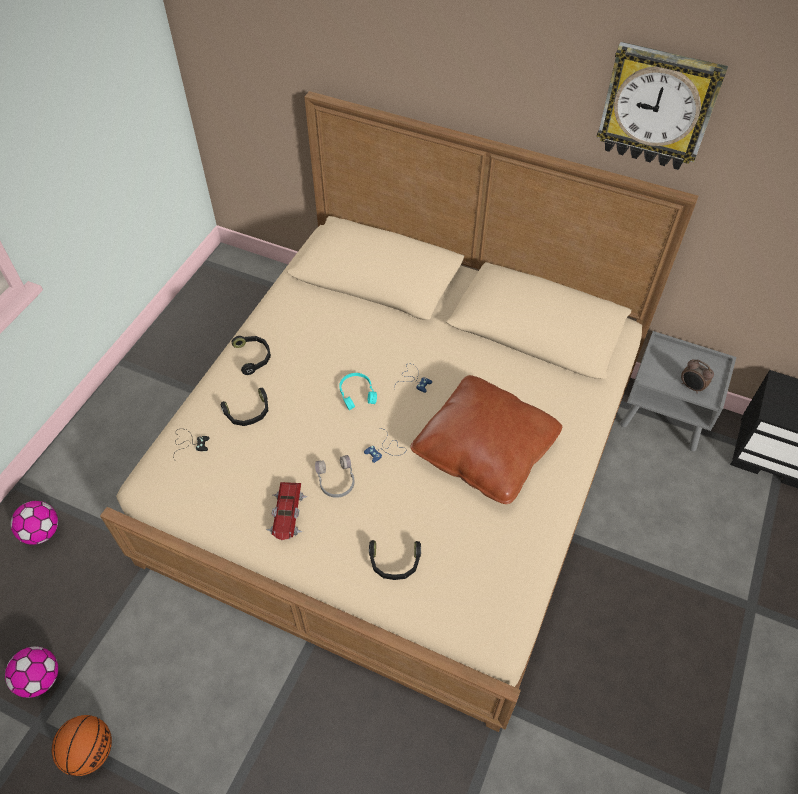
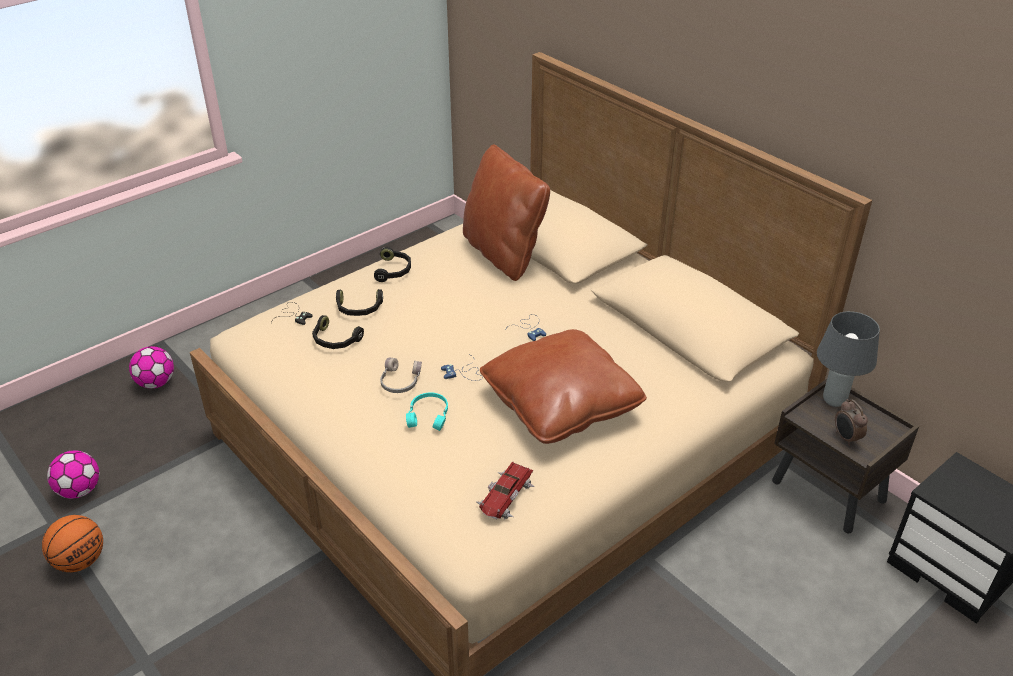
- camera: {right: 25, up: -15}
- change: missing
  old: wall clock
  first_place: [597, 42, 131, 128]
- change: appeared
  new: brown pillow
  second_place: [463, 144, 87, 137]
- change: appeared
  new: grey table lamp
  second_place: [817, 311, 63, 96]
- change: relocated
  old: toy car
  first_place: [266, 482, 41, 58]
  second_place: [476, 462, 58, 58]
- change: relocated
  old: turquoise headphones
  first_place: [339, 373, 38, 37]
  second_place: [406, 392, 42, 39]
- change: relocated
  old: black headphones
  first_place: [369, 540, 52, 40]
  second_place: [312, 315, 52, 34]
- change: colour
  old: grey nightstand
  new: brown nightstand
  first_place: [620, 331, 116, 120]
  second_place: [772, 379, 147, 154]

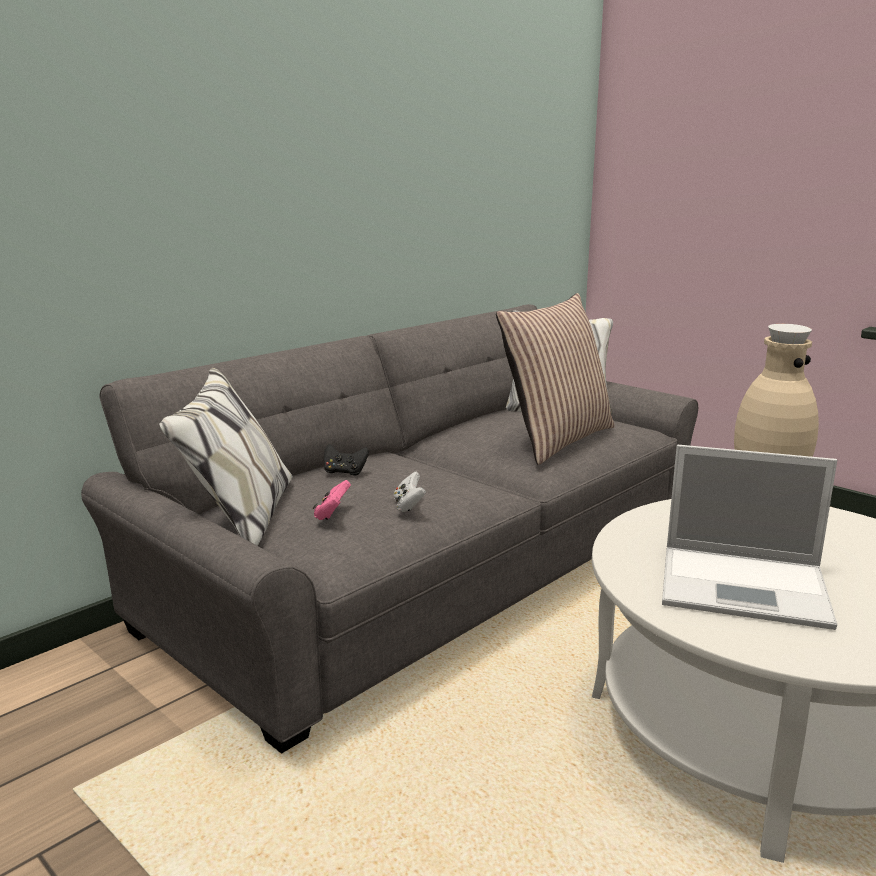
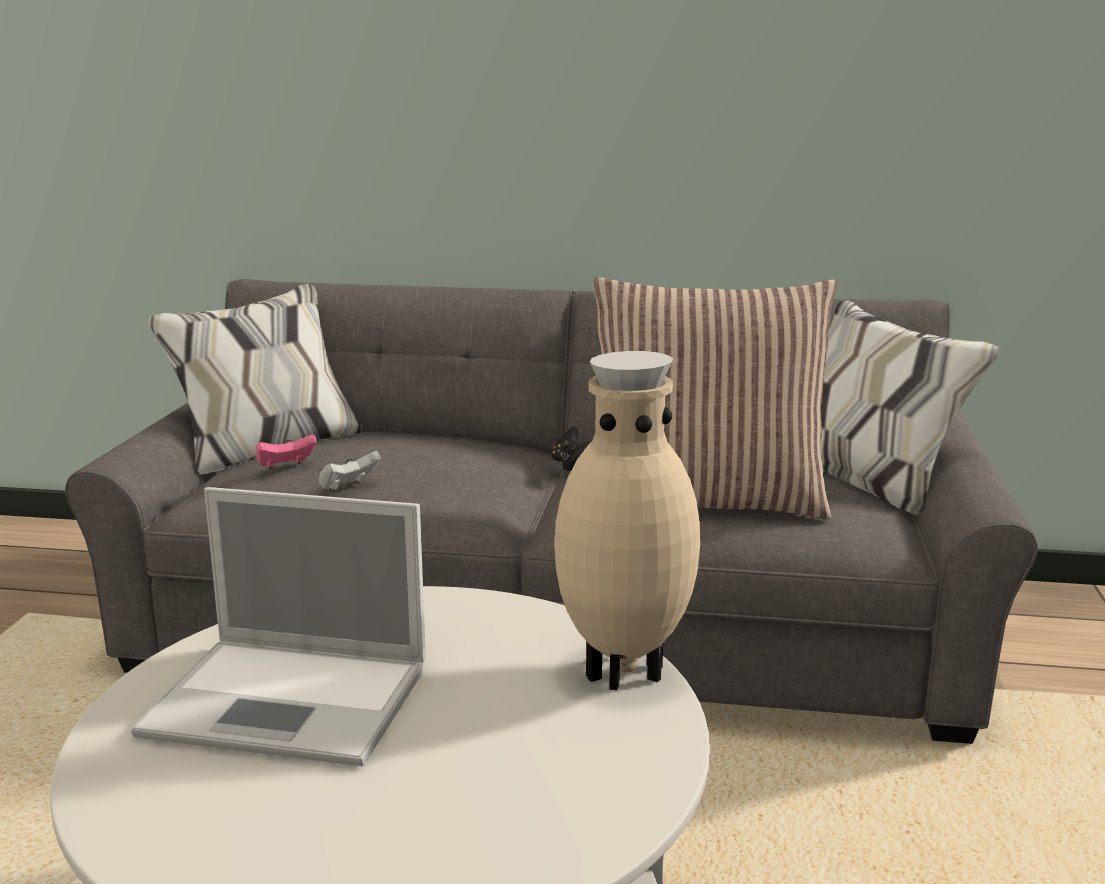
- camera: {right: 55, up: 0}
- change: relocated
  old: black game controller
  first_place: [324, 444, 45, 32]
  second_place: [551, 427, 41, 44]
- change: spun
  old: laptop
  first_place: [662, 445, 175, 185]
  second_place: [131, 487, 295, 279]
  degrees: -60

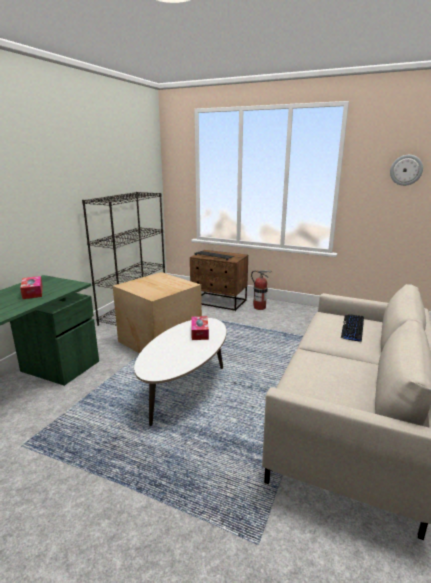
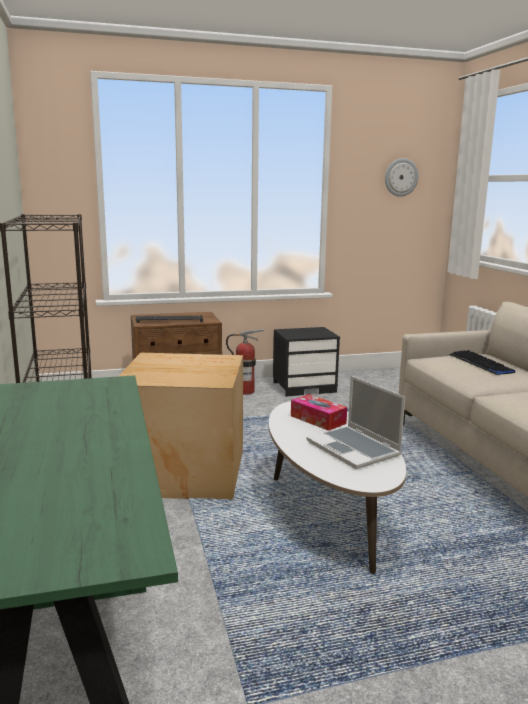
- camera: {right: -40, up: -5}
- change: missing
  old: tissue box
  first_place: [20, 276, 23, 23]
- change: appeared
  new: black nightstand
  second_place: [273, 327, 67, 69]
- change: appeared
  new: laptop
  second_place: [306, 376, 99, 93]

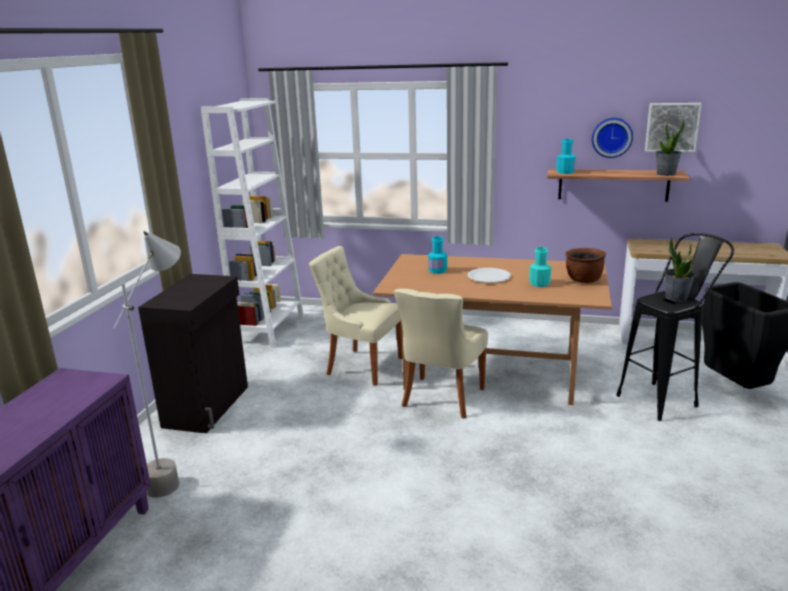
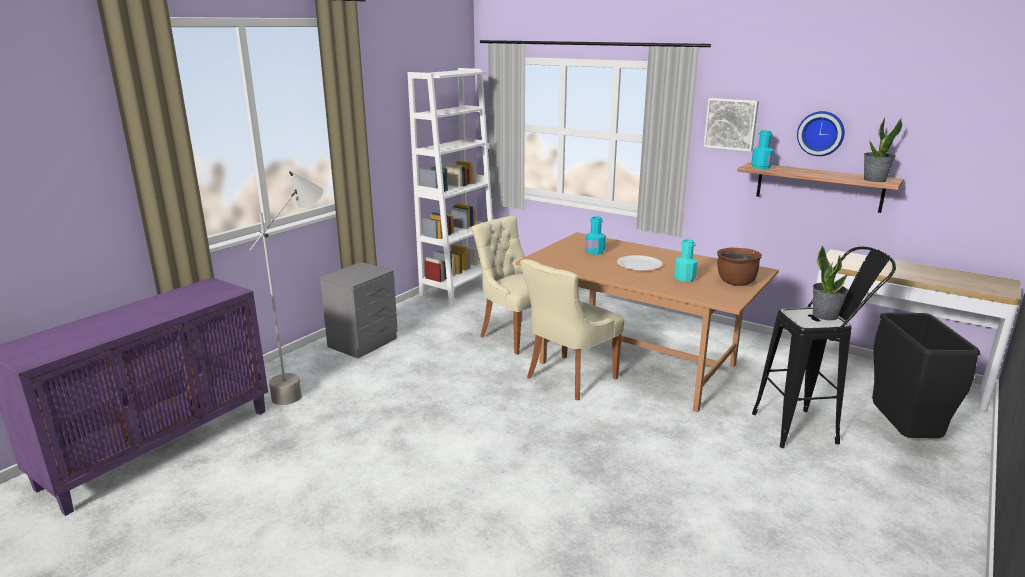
- camera: {right: 20, up: 0}
- change: relocated
  old: picture
  first_place: [645, 103, 57, 49]
  second_place: [704, 98, 55, 54]
- change: exchanged
  old: black cabinet
  new: grey nightstand
  first_place: [138, 274, 110, 159]
  second_place: [320, 262, 78, 96]

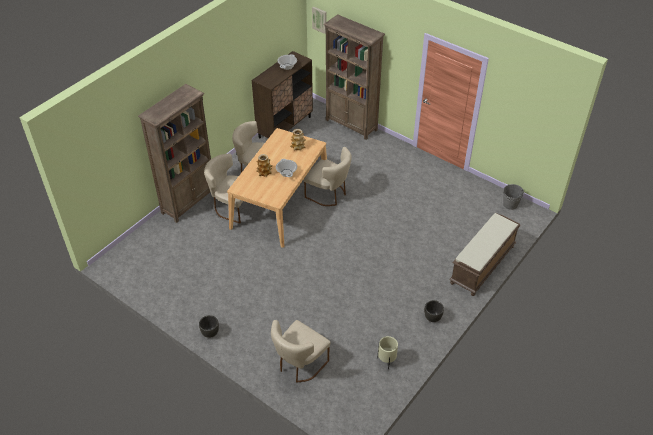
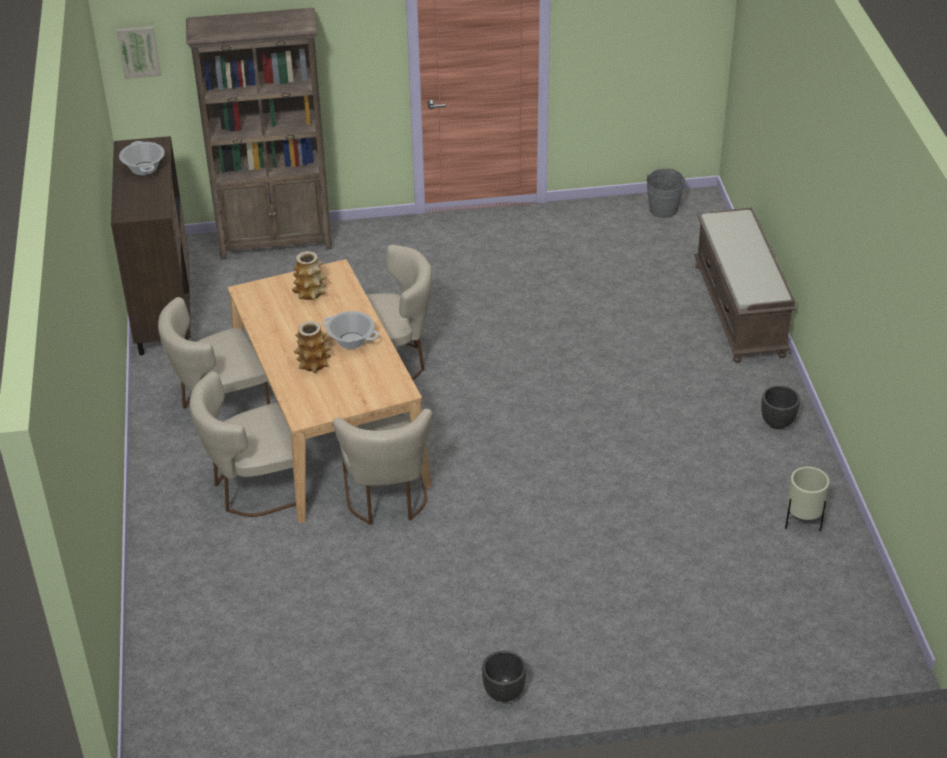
- camera: {right: -45, up: -5}
- change: missing
  old: brown bookcase
  first_place: [138, 84, 73, 139]
- change: relocated
  old: beige chair
  first_place: [271, 320, 59, 63]
  second_place: [333, 409, 99, 116]

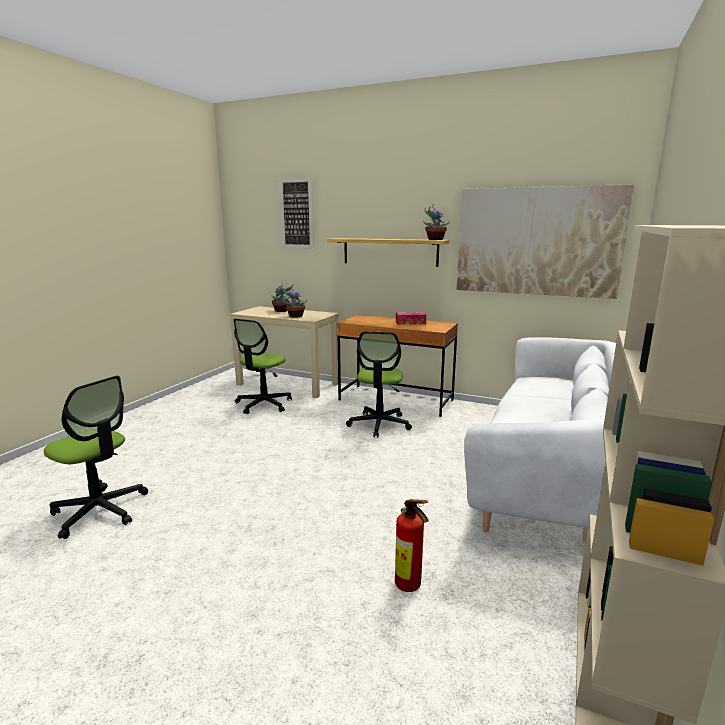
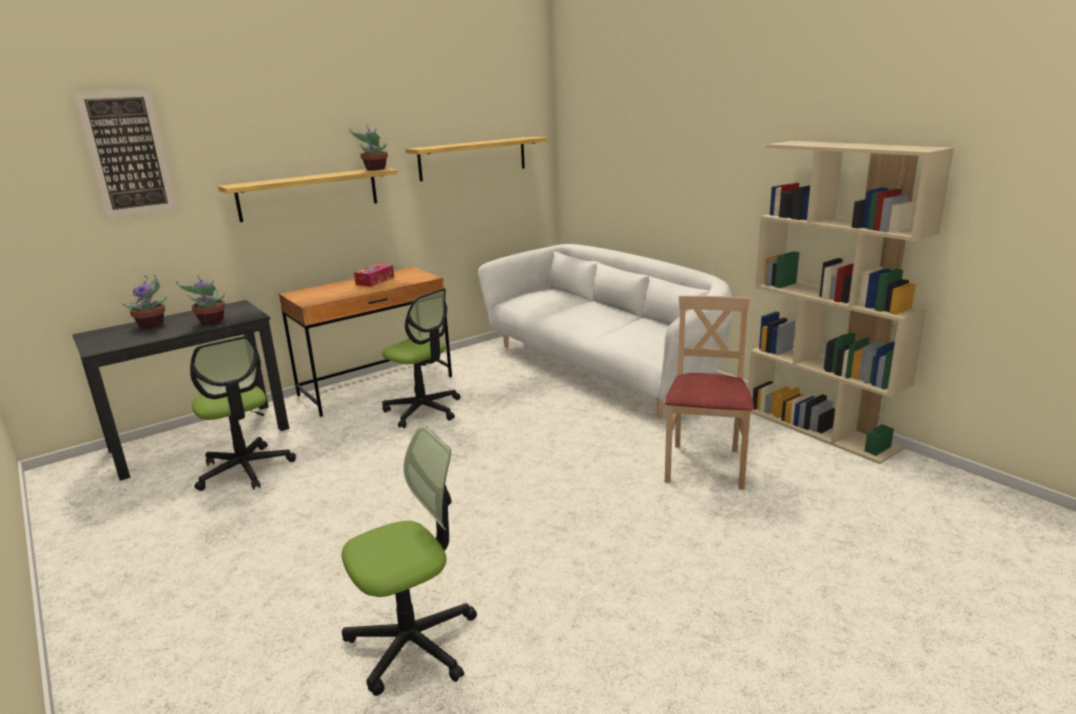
- camera: {right: -60, up: 5}
- change: exchanged
  old: fire extinguisher
  new: beige chair
  first_place: [395, 499, 34, 93]
  second_place: [665, 296, 89, 194]
- change: exchanged
  old: picture
  new: shelf
  first_place: [457, 185, 177, 114]
  second_place: [406, 137, 142, 44]
- change: colour
  old: beige desk
  new: black desk
  first_place: [230, 306, 109, 92]
  second_place: [72, 300, 217, 181]

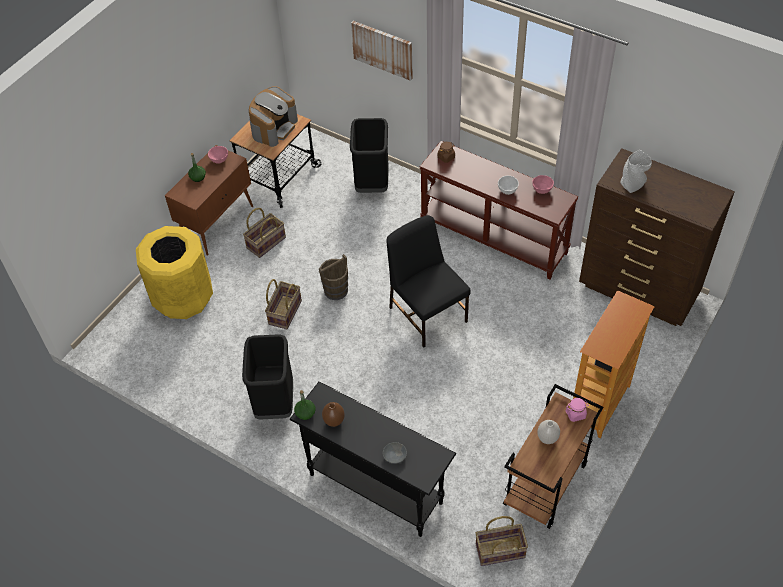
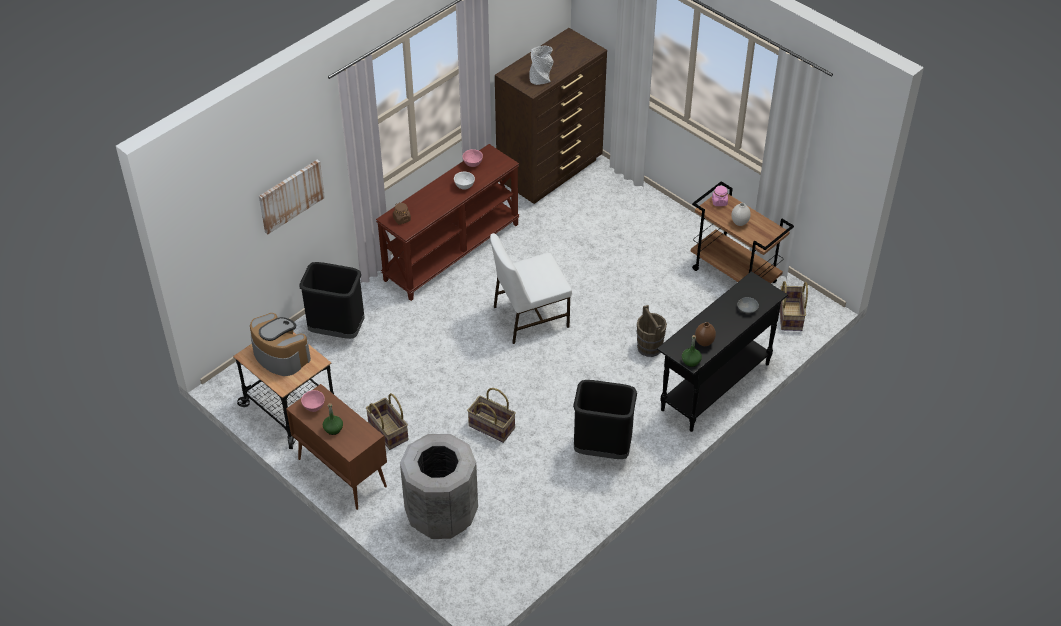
- camera: {right: -80, up: -5}
- change: missing
  old: bookcase
  first_place: [573, 290, 82, 148]
- change: relocated
  old: brown bucket
  first_place: [319, 254, 29, 46]
  second_place: [637, 305, 30, 52]
- change: colour
  old: yellow trash can
  new: grey trash can
  first_place: [136, 226, 77, 93]
  second_place: [400, 434, 78, 105]
- change: colour
  old: black chair
  new: white chair
  first_place: [386, 215, 84, 133]
  second_place: [490, 233, 82, 111]

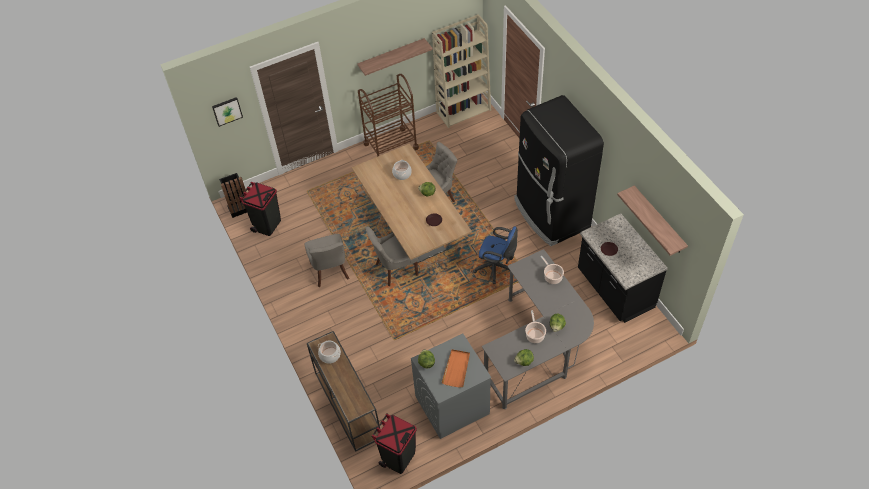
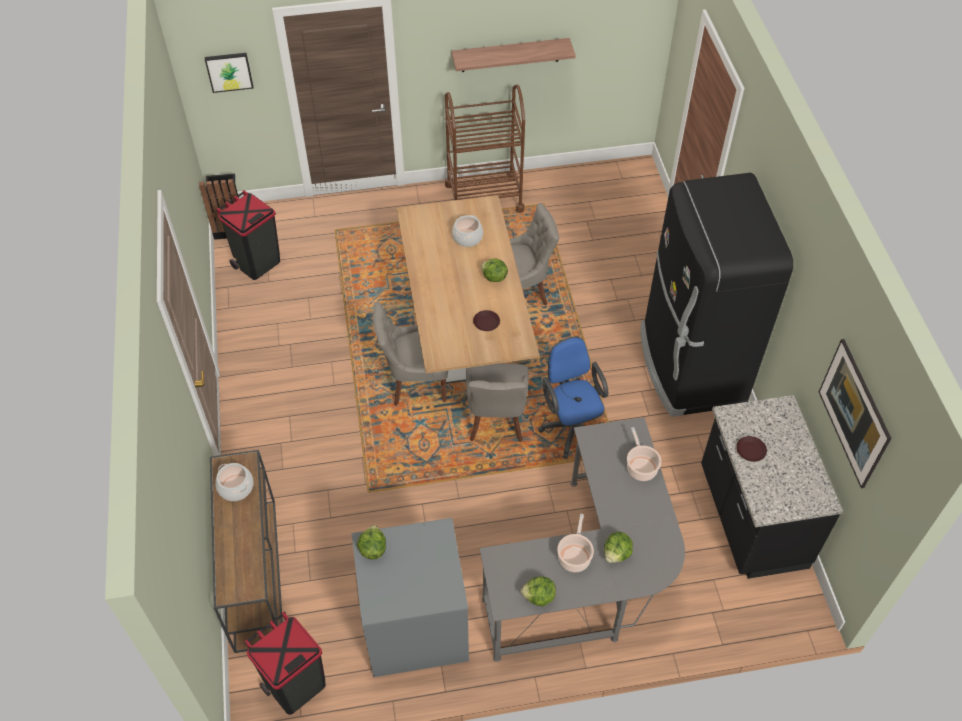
- camera: {right: 15, up: 0}
- change: missing
  old: beige bookcase
  first_place: [432, 14, 59, 114]
- change: missing
  old: orange tray
  first_place: [441, 349, 29, 38]
- change: relocated
  old: grey chair
  first_place: [305, 234, 44, 53]
  second_place: [466, 363, 63, 79]
- change: exchanged
  old: shelf
  new: picture
  first_place: [617, 186, 71, 70]
  second_place: [819, 339, 73, 149]
- change: spun
  old: blue office chair
  first_place: [473, 226, 45, 58]
  second_place: [538, 337, 70, 122]
  degrees: -150

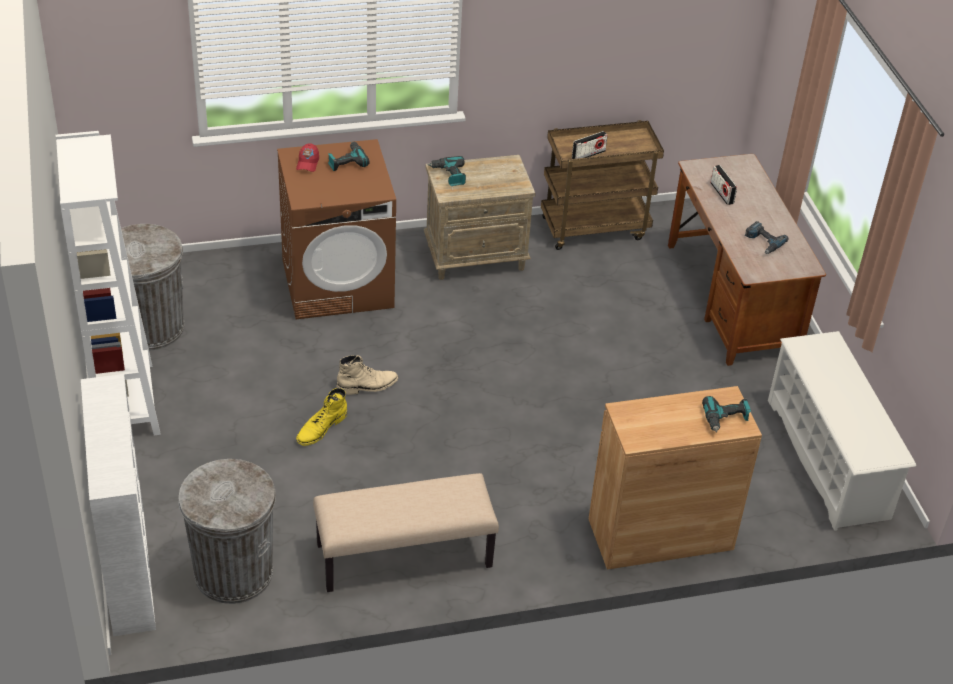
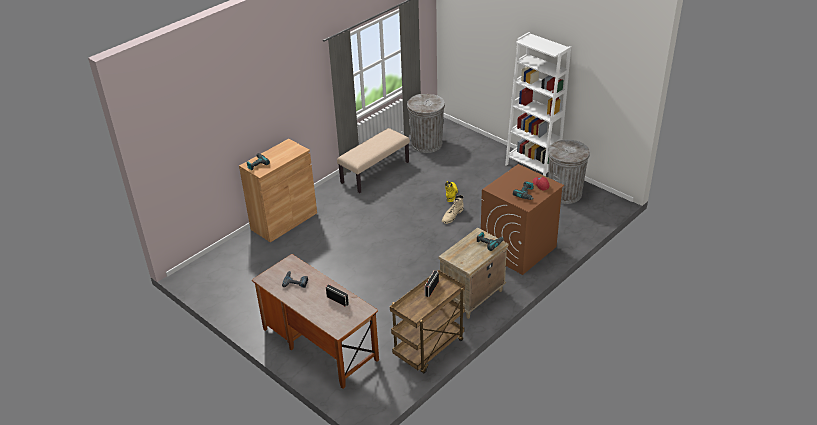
- camera: {right: 150, up: -5}
- change: missing
  old: white bookcase
  first_place: [81, 374, 75, 262]
- change: missing
  old: white shoe rack
  first_place: [768, 331, 148, 200]

